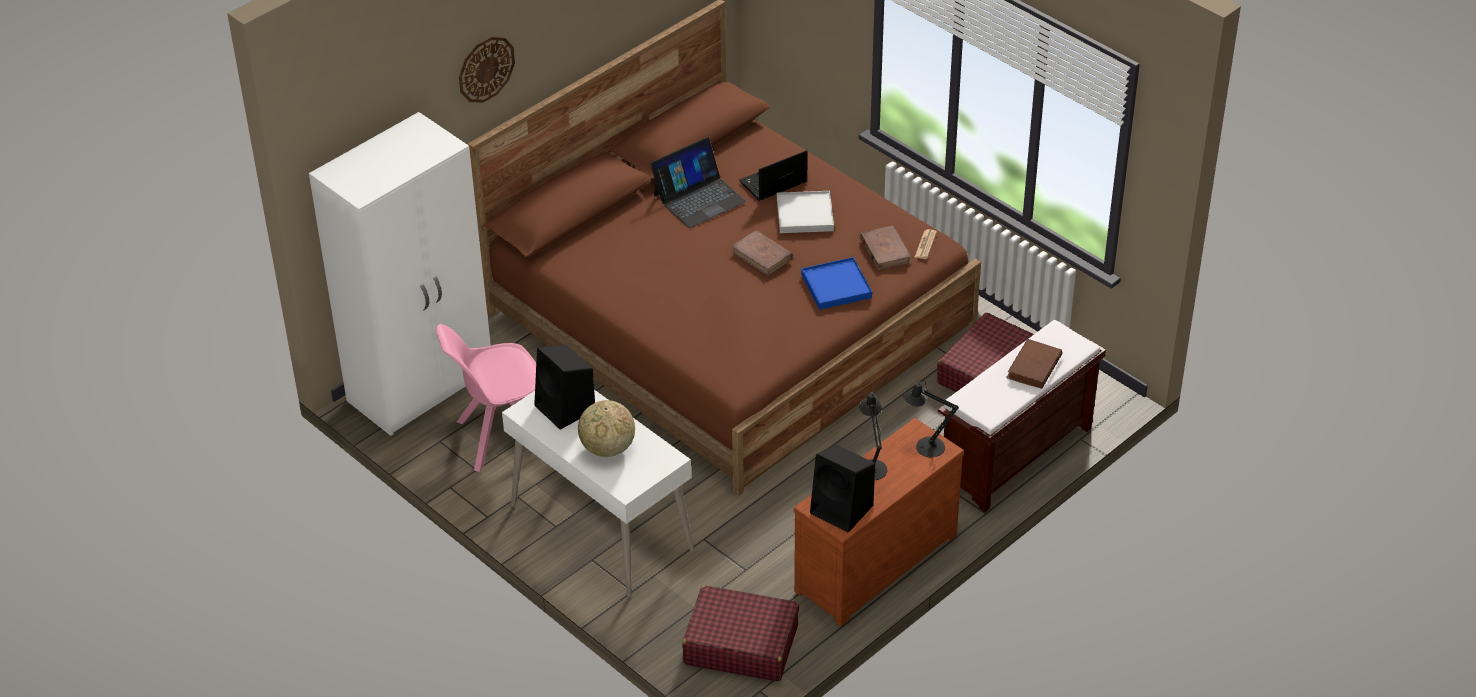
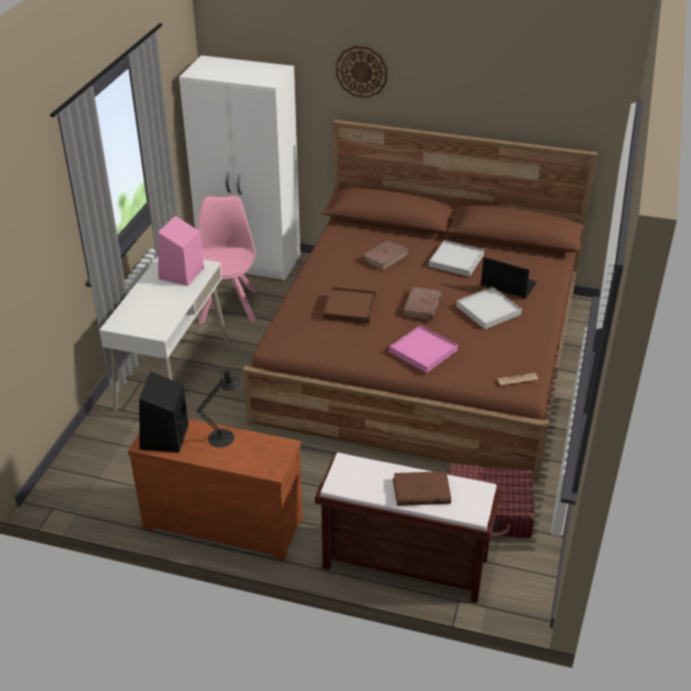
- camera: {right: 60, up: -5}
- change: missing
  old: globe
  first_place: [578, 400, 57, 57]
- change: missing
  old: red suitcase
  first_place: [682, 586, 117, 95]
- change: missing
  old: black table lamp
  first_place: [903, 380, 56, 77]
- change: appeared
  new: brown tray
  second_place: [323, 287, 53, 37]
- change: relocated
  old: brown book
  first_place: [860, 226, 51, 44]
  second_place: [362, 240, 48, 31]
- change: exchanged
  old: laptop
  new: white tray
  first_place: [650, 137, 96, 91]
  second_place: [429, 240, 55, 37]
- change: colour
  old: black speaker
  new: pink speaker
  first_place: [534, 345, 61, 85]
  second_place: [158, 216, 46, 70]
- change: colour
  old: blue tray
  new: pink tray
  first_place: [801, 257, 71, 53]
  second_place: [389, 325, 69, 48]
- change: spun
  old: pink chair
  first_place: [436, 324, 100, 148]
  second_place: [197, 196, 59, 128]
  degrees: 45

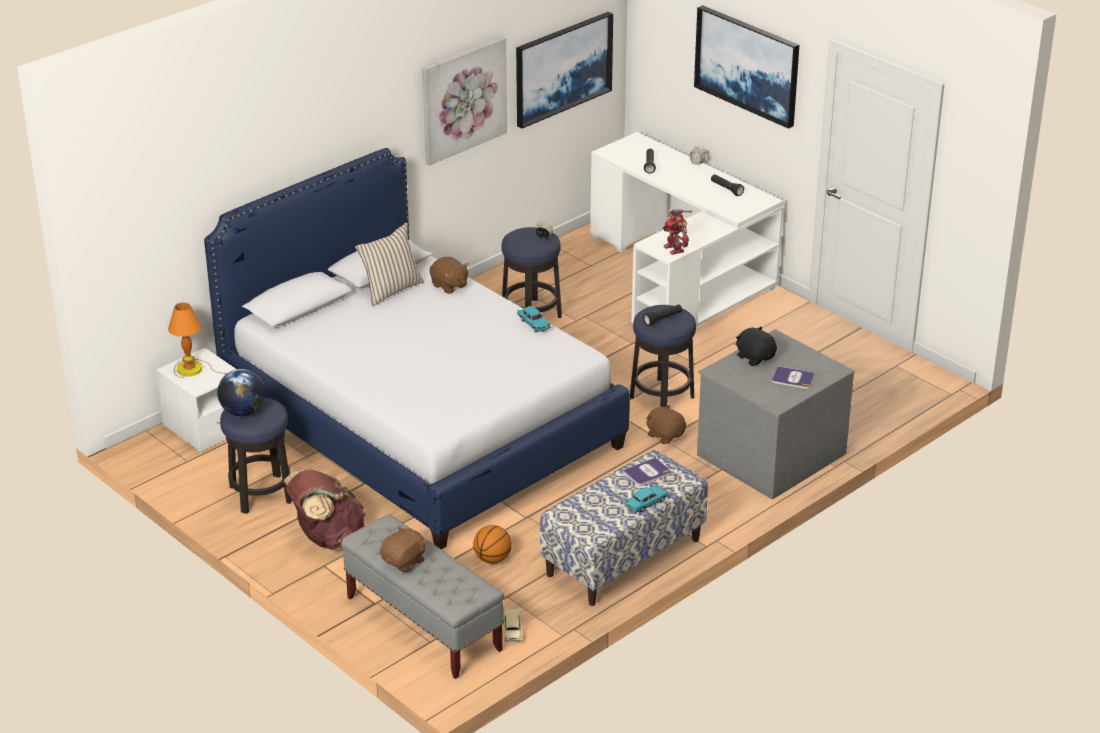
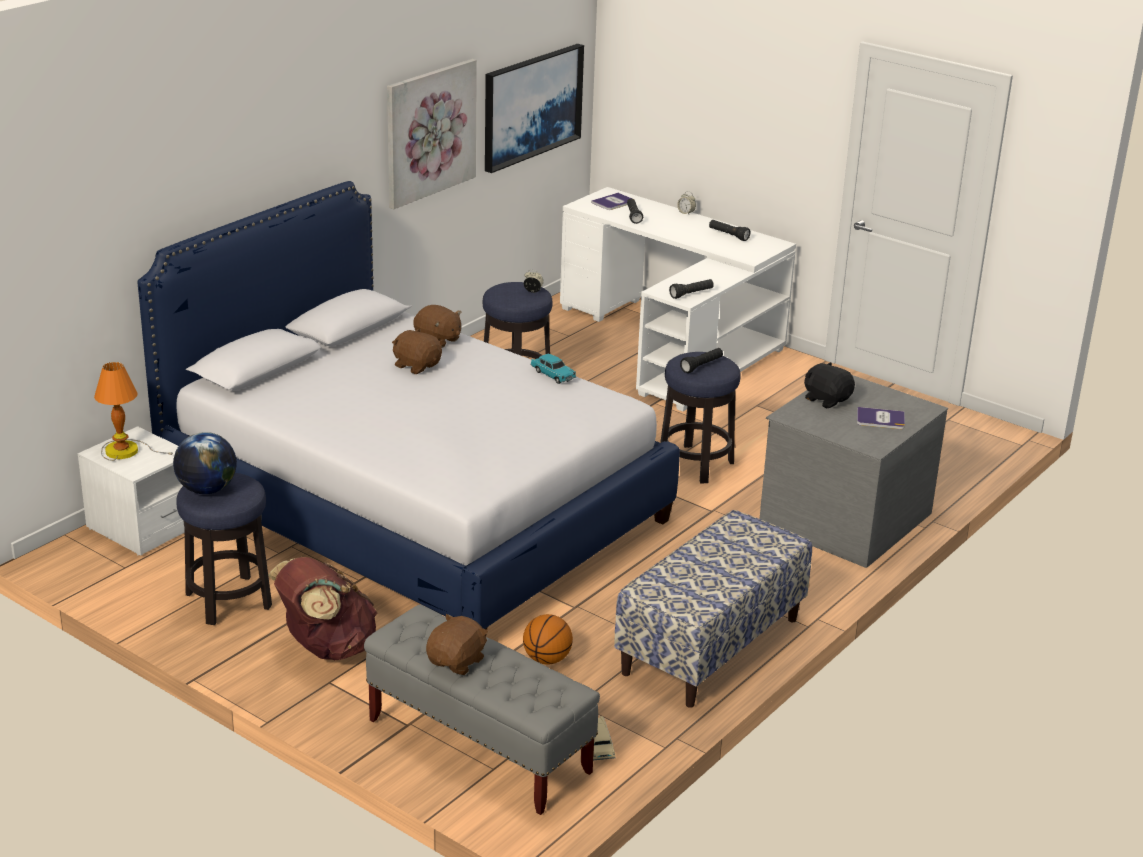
- camera: {right: -10, up: -5}
- change: missing
  old: beige pillow
  first_place: [355, 223, 69, 83]
- change: missing
  old: turquoise toy car
  first_place: [625, 485, 44, 28]
- change: missing
  old: picture
  first_place: [694, 5, 105, 124]
- change: relocated
  old: book
  first_place: [623, 457, 48, 29]
  second_place: [591, 193, 44, 17]
- change: relocated
  old: brown plush toy
  first_place: [646, 405, 40, 39]
  second_place: [392, 328, 50, 46]
- change: exchanged
  old: toy robot
  new: black flashlight
  first_place: [663, 209, 30, 46]
  second_place: [669, 279, 45, 20]

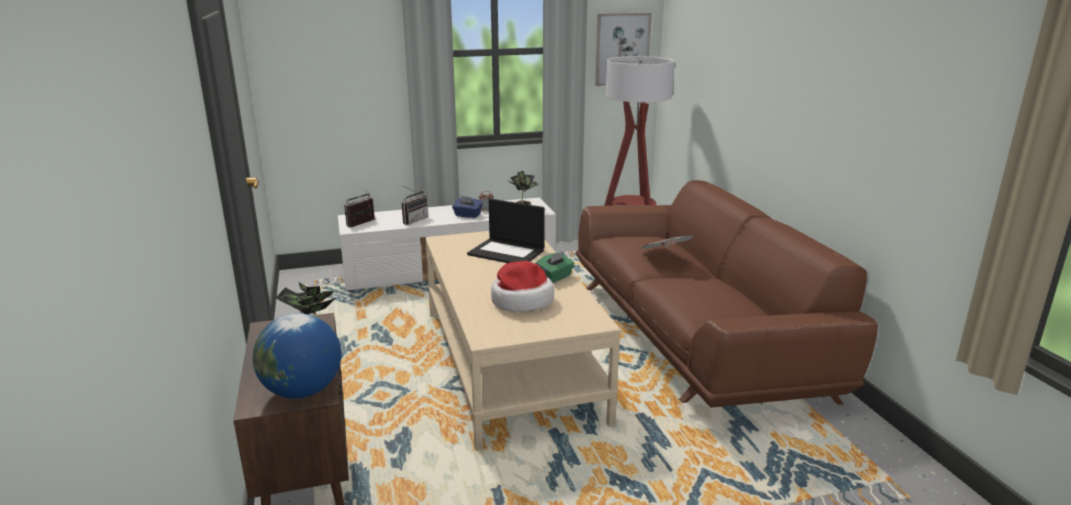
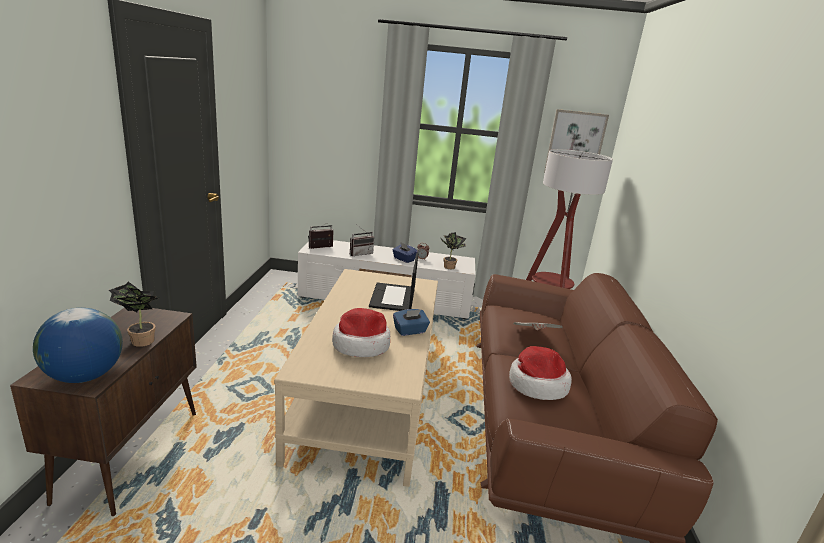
- camera: {right: 20, up: 0}
- change: appeared
  new: hat
  second_place: [509, 346, 63, 54]
- change: colour
  old: green tissue box
  new: blue tissue box
  first_place: [535, 251, 40, 32]
  second_place: [393, 309, 37, 27]
- change: spun
  old: laptop
  first_place: [467, 198, 78, 65]
  second_place: [369, 253, 49, 58]
  degrees: 45

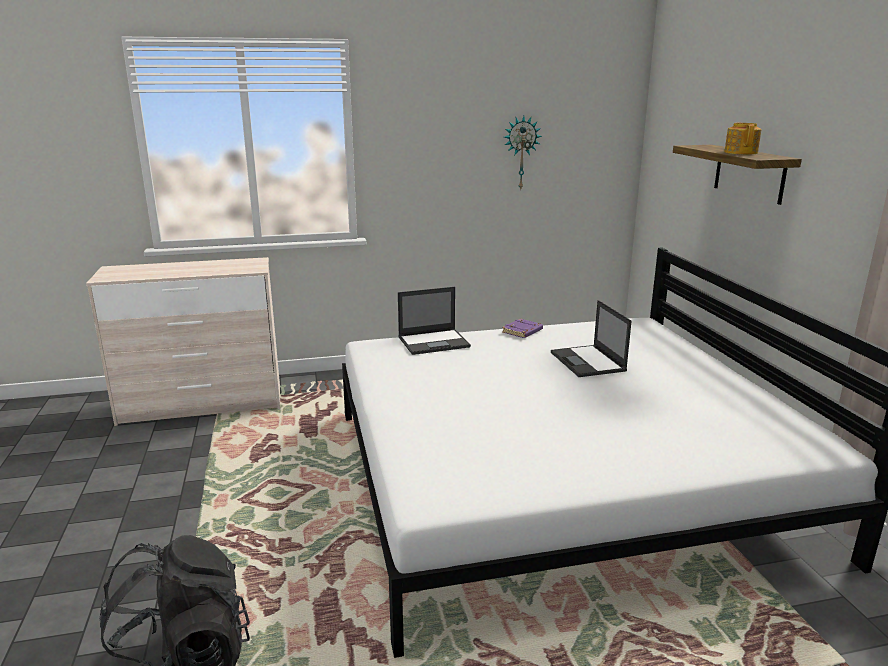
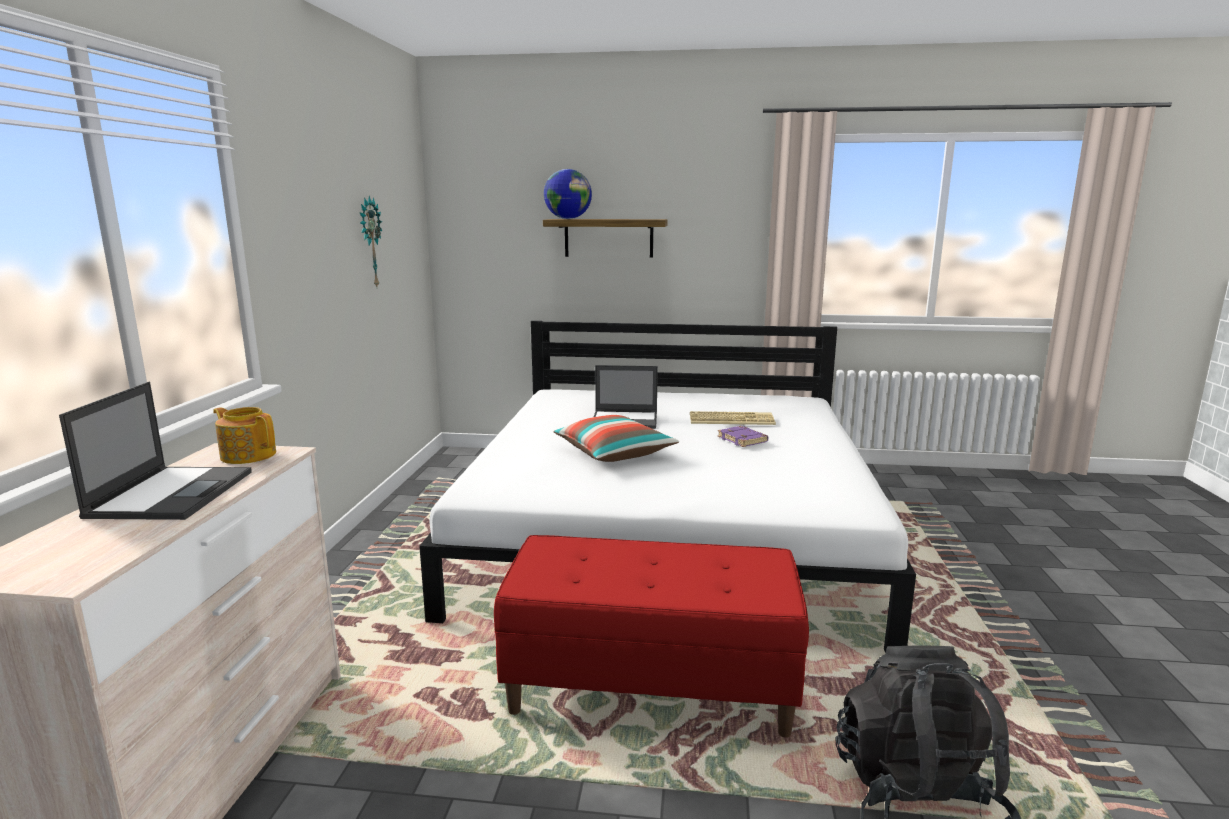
- camera: {right: -70, up: -5}
- change: appeared
  new: red bench
  second_place: [494, 535, 315, 203]
- change: appeared
  new: globe
  second_place: [544, 169, 48, 50]
- change: appeared
  new: pillow
  second_place: [553, 415, 126, 47]
- change: appeared
  new: keyboard
  second_place: [690, 411, 86, 14]
- change: relocated
  old: laptop
  first_place: [398, 287, 73, 68]
  second_place: [59, 381, 192, 139]
- change: relocated
  old: purple book
  first_place: [502, 319, 41, 19]
  second_place: [718, 426, 50, 21]
- change: relocated
  old: teapot
  first_place: [724, 123, 38, 31]
  second_place: [213, 407, 63, 57]

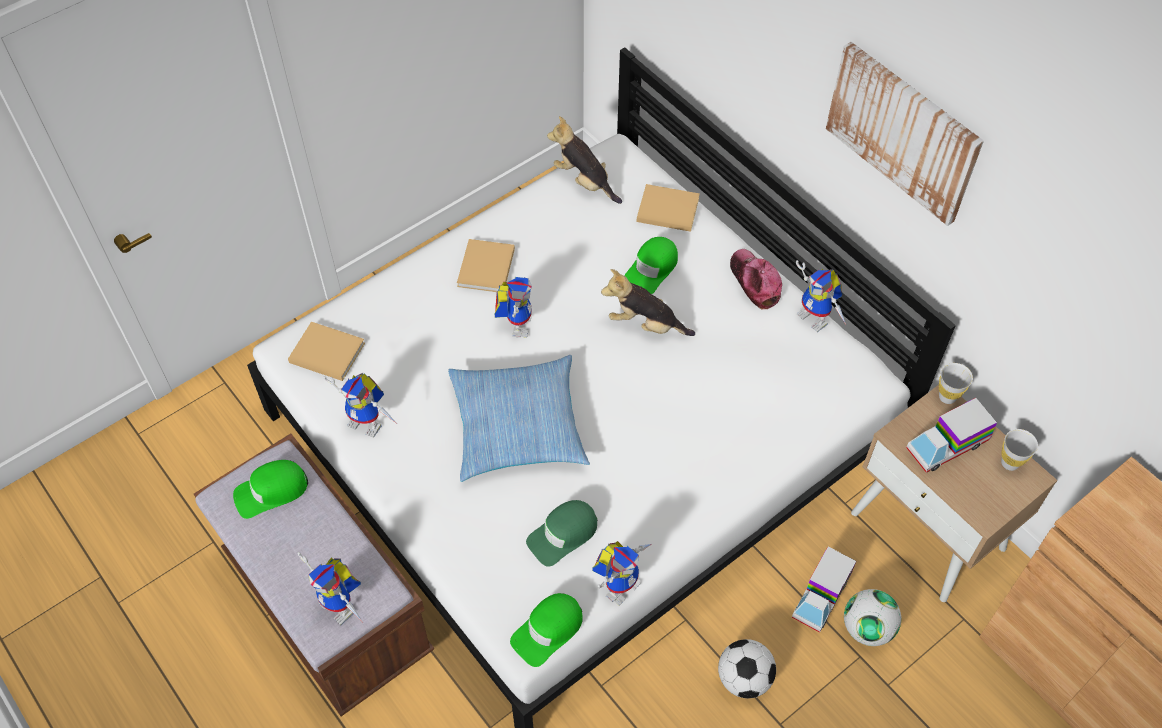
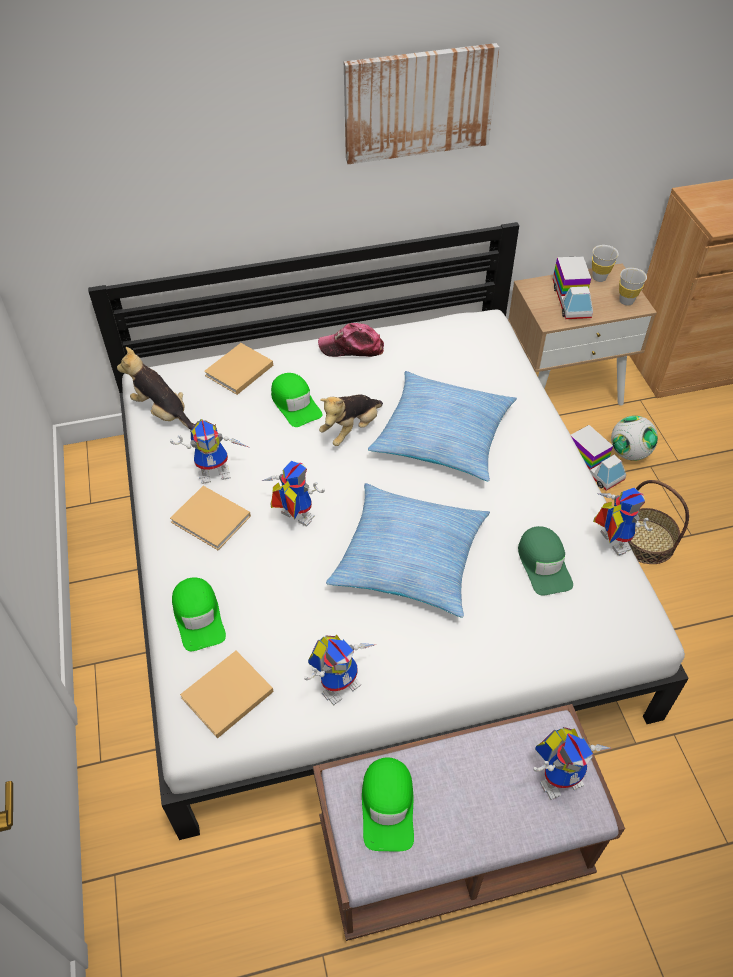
- camera: {right: -65, up: -5}
- change: appeared
  new: pillow
  second_place: [368, 371, 149, 110]
- change: relocated
  old: green cap
  first_place: [510, 593, 73, 74]
  second_place: [172, 577, 54, 74]
- change: relocated
  old: toy robot
  first_place: [796, 260, 50, 72]
  second_place: [170, 419, 78, 65]
- change: relocated
  old: white cup
  first_place: [939, 363, 34, 41]
  second_place: [619, 268, 28, 37]
- change: exchanged
  old: football
  new: basket
  first_place: [718, 639, 58, 59]
  second_place: [628, 480, 61, 84]
- change: spun
  old: plush toy
  first_place: [547, 116, 75, 88]
  second_place: [117, 347, 78, 83]
  degrees: 60

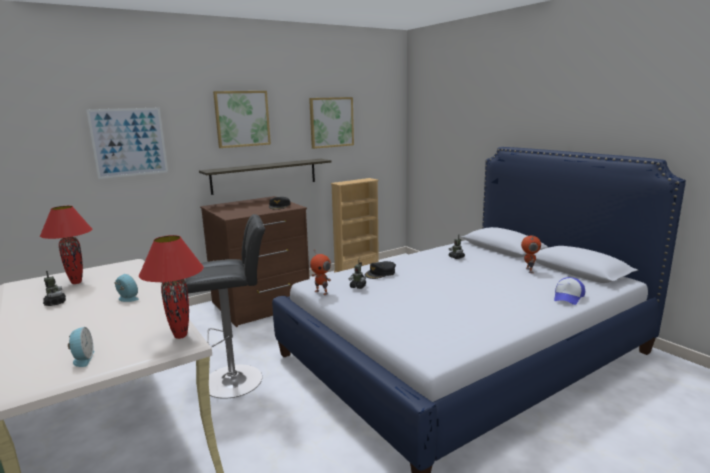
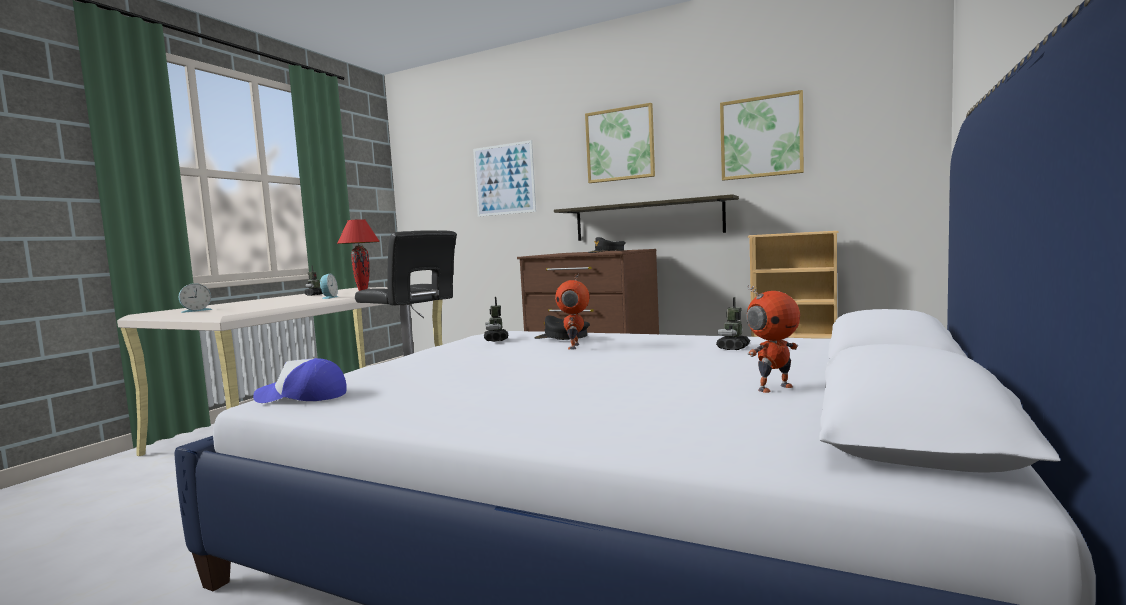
- camera: {right: 60, up: -10}
- change: missing
  old: red table lamp
  first_place: [139, 235, 65, 104]
- change: relocated
  old: toy robot
  first_place: [310, 249, 21, 46]
  second_place: [555, 274, 35, 76]
- change: relocated
  old: cap
  first_place: [554, 277, 31, 28]
  second_place: [253, 358, 93, 45]

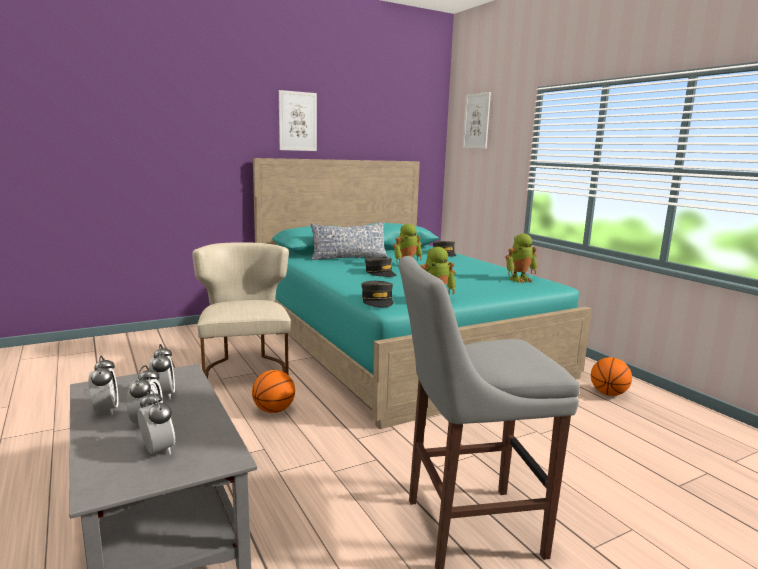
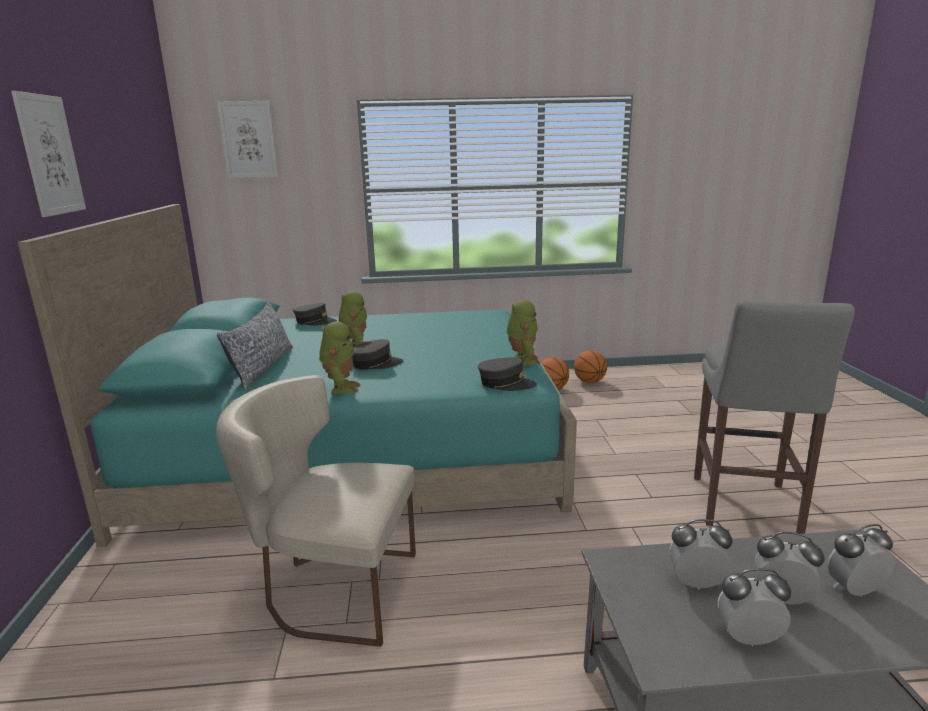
- camera: {right: -65, up: 5}
- change: relocated
  old: basketball
  first_place: [252, 370, 43, 43]
  second_place: [574, 350, 33, 33]
- change: relocated
  old: toy robot
  first_place: [505, 234, 32, 49]
  second_place: [319, 322, 42, 72]

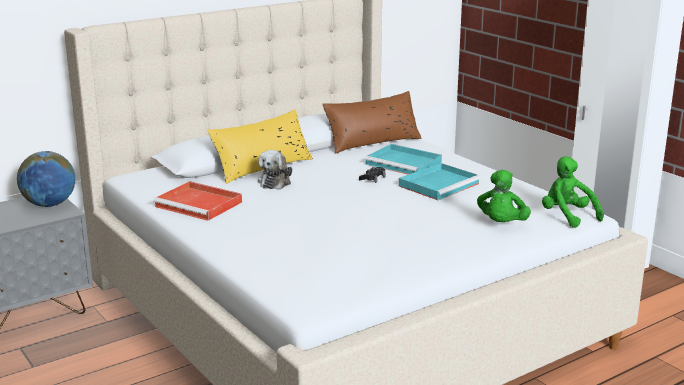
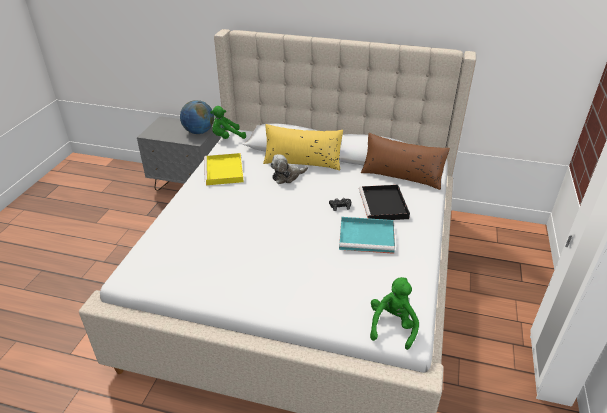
- camera: {right: 50, up: 15}
- change: relocated
  old: green plush toy
  first_place: [477, 170, 54, 52]
  second_place: [210, 106, 36, 33]
- change: colour
  old: red tray
  new: yellow tray
  first_place: [153, 181, 89, 40]
  second_place: [204, 153, 40, 32]
- change: colour
  old: turquoise tray
  new: black tray
  first_place: [365, 144, 77, 31]
  second_place: [359, 185, 51, 35]

